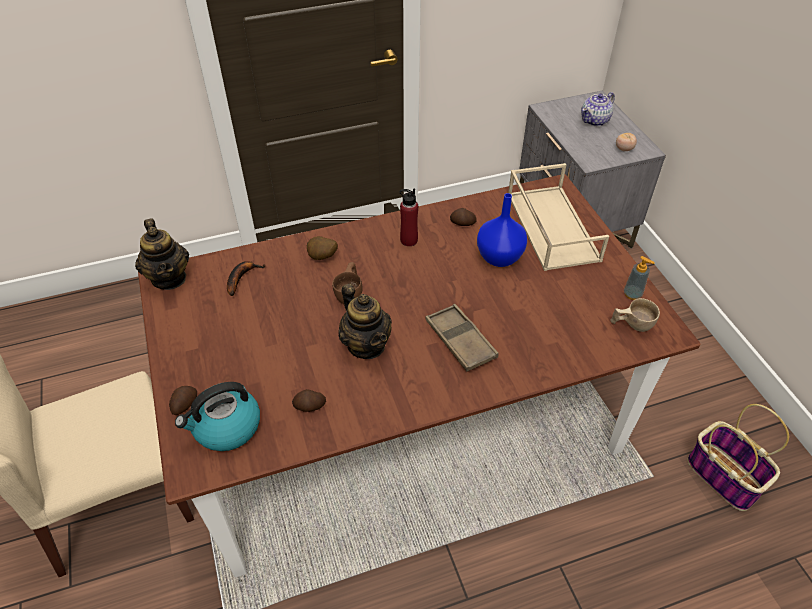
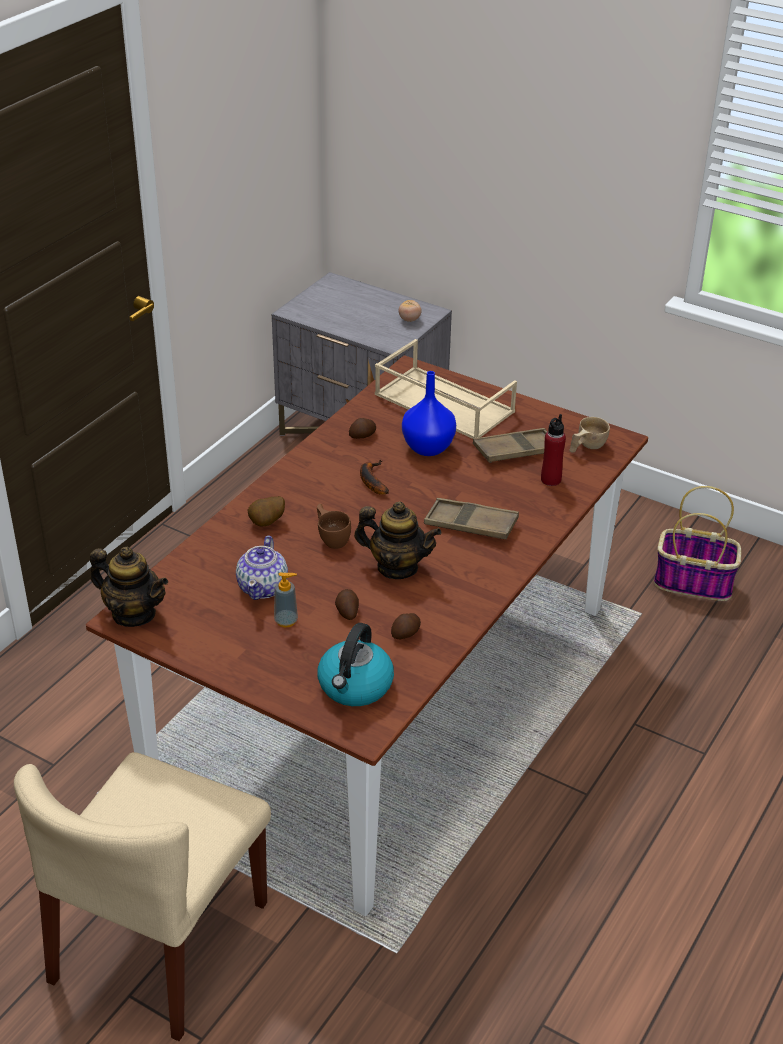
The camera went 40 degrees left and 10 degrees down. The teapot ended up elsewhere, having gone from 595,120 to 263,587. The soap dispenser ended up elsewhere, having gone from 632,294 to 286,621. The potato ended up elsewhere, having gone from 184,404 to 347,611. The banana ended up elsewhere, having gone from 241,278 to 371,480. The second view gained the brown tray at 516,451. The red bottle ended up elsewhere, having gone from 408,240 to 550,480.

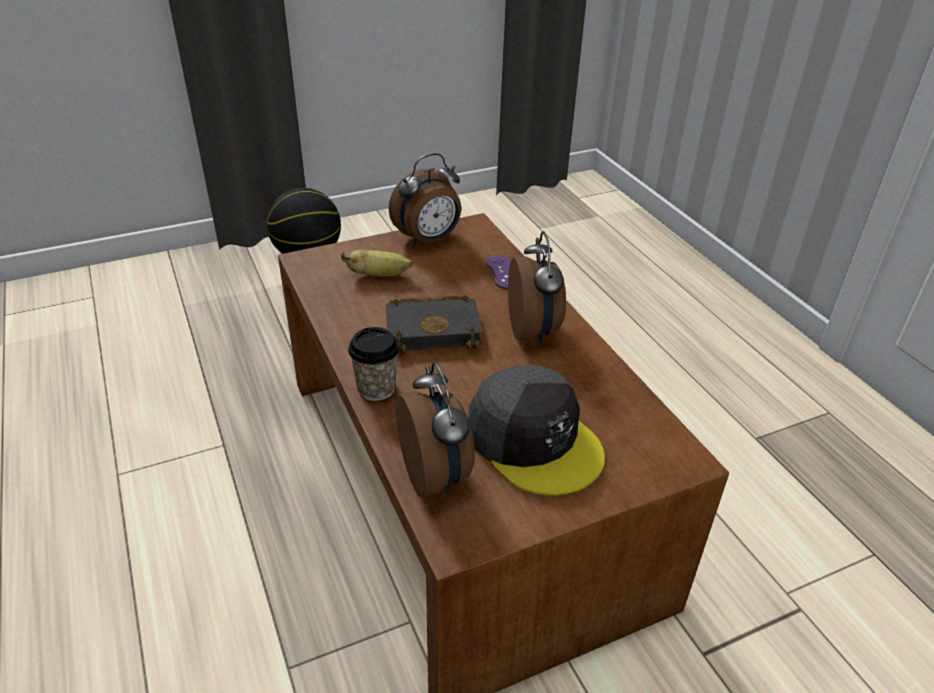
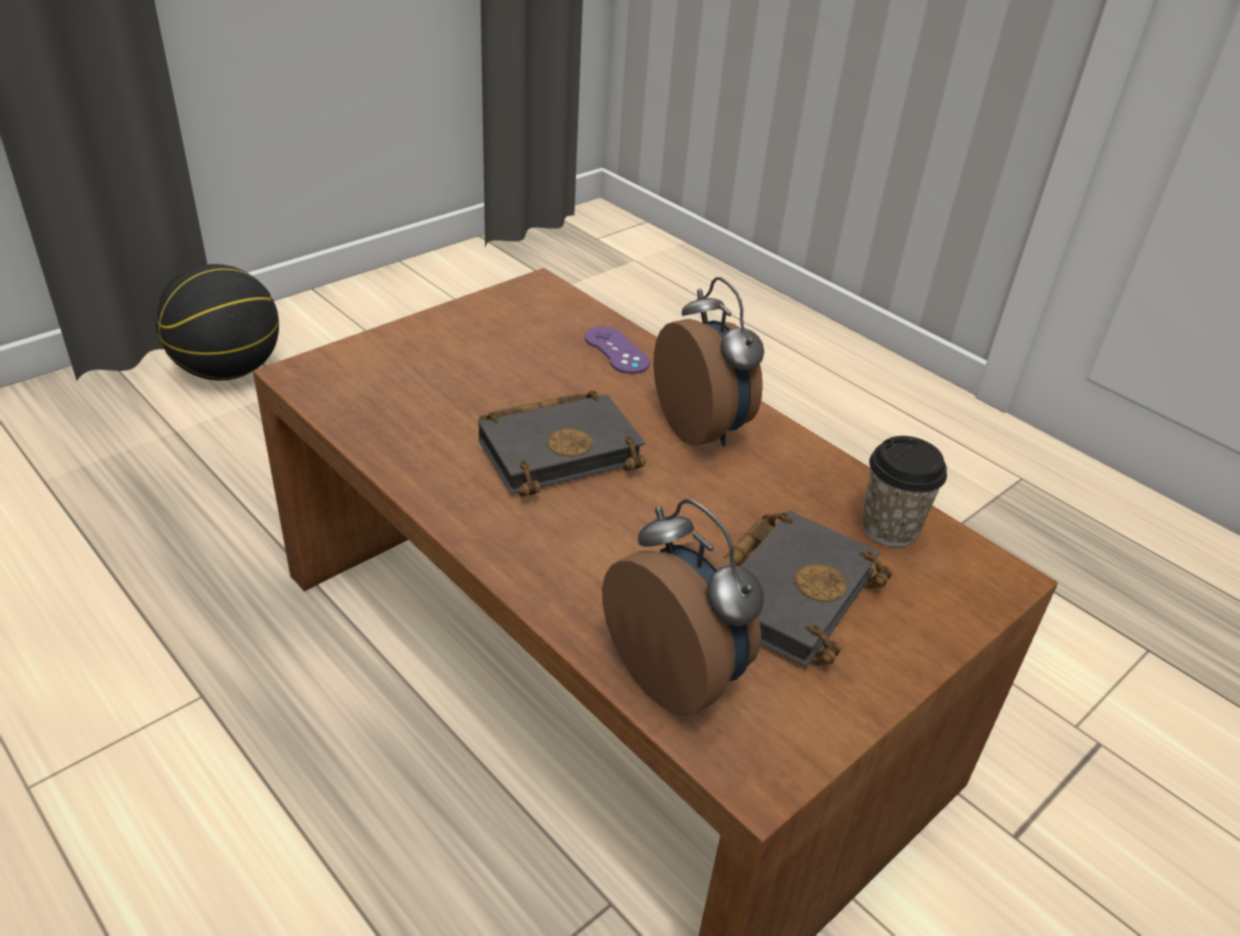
The camera went 20 degrees left and 0 degrees up. Where the grey cap stood at 534,440, the black book came to stand at 788,590. The cup ended up elsewhere, having gone from 376,388 to 889,528. The second view lost the banana at 379,275. The second view lost the alarm clock at 428,240.

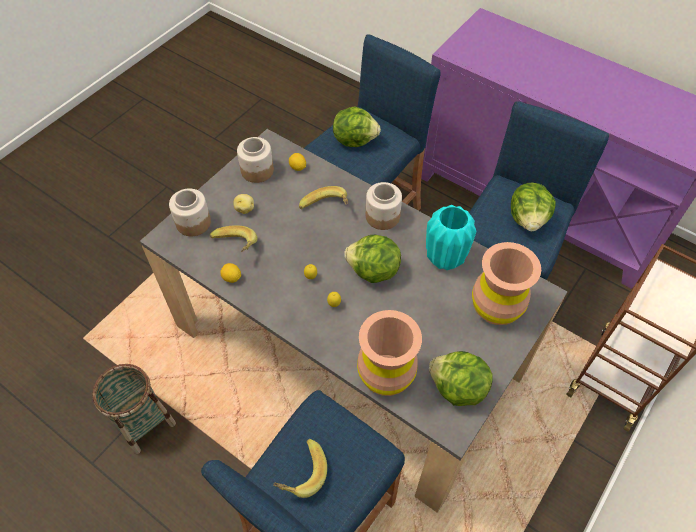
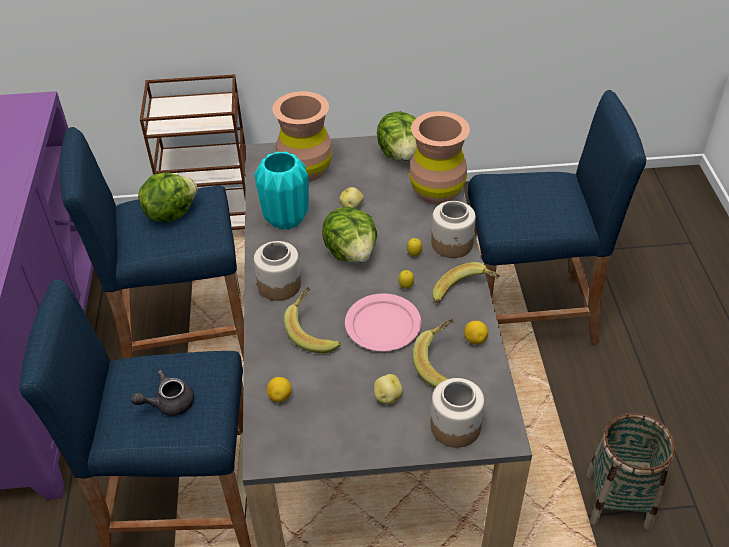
The camera went 130 degrees left and 10 degrees down. Where the lettuce stood at 354,139, the grey teapot came to stand at 168,403. The second view gained the potato at 352,206. The second view gained the pink plate at 383,325. The jar ended up elsewhere, having gone from 256,170 to 452,244. The banana ended up elsewhere, having gone from 300,473 to 465,294.

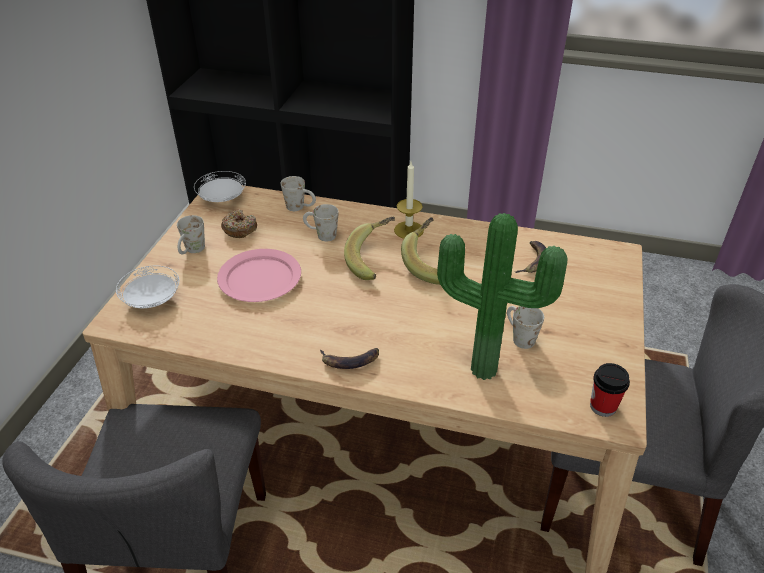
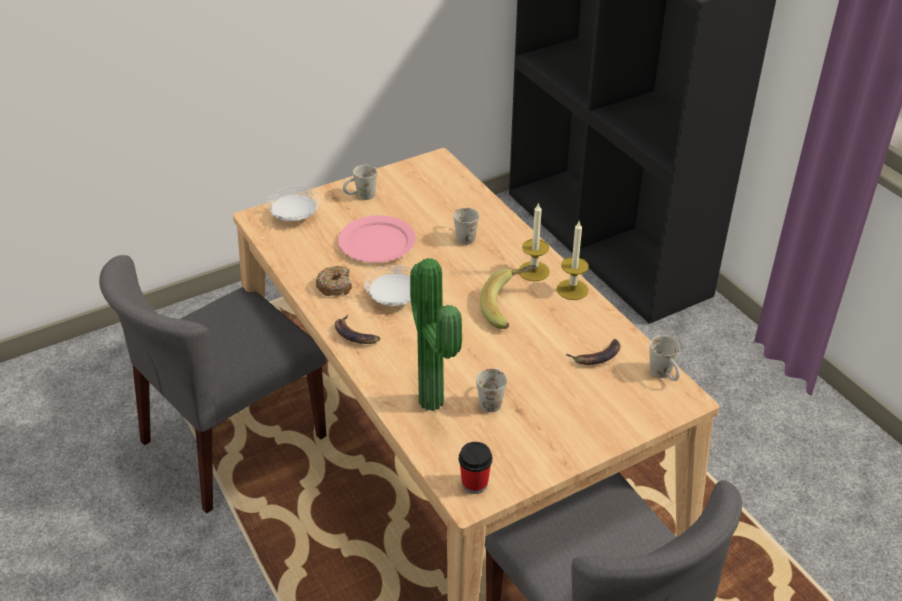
The camera went 45 degrees right and 0 degrees up. The donut ended up elsewhere, having gone from 239,229 to 335,286. The white plate ended up elsewhere, having gone from 222,199 to 394,298. The second view gained the candle at 572,289. The white mug ended up elsewhere, having gone from 300,207 to 664,375. The second view lost the banana at 374,260.

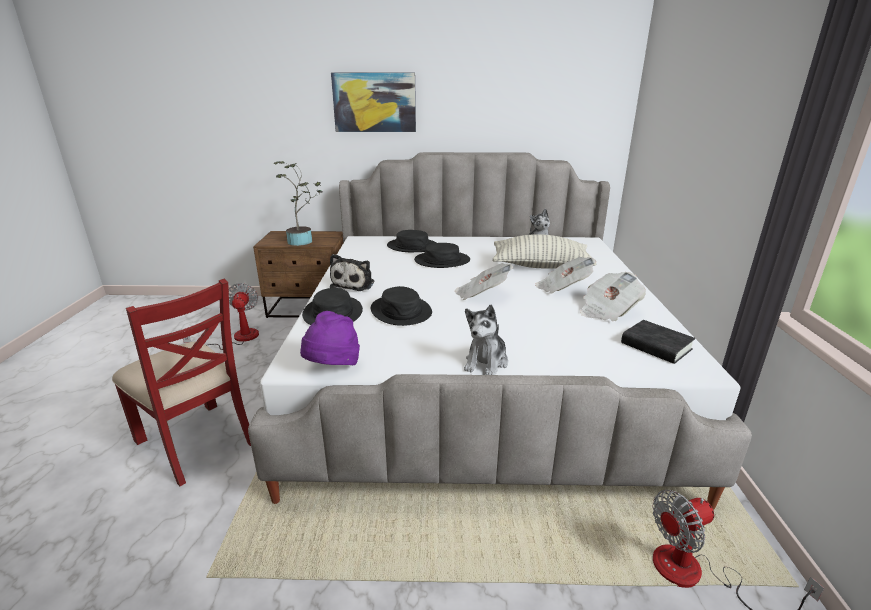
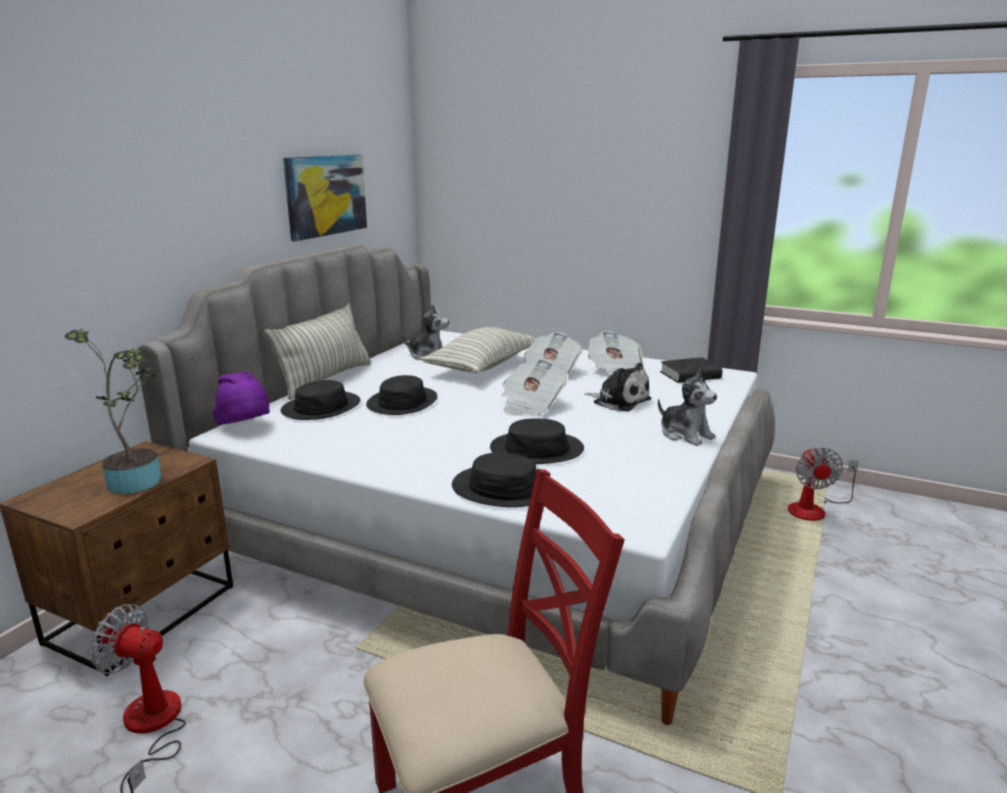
The camera went 65 degrees left and 5 degrees down. The purple hat ended up elsewhere, having gone from 332,367 to 246,427. The second view gained the pillow at 325,379. The picture ended up elsewhere, having gone from 374,102 to 326,195. The plush toy ended up elsewhere, having gone from 354,284 to 619,401.

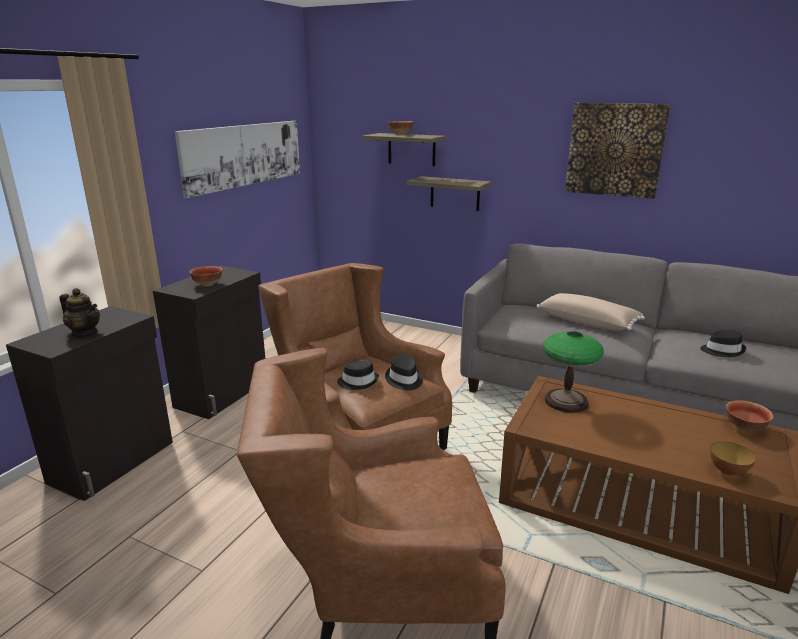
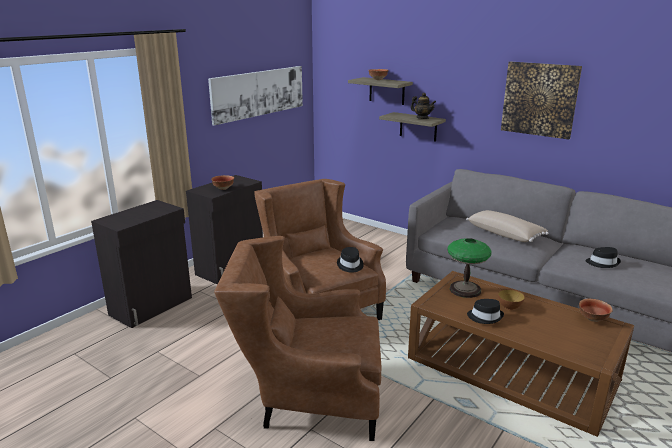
The camera went 10 degrees right and 0 degrees up. The teapot ended up elsewhere, having gone from 85,333 to 422,118. The black hat ended up elsewhere, having gone from 358,382 to 485,316. The bowl ended up elsewhere, having gone from 727,471 to 509,308.

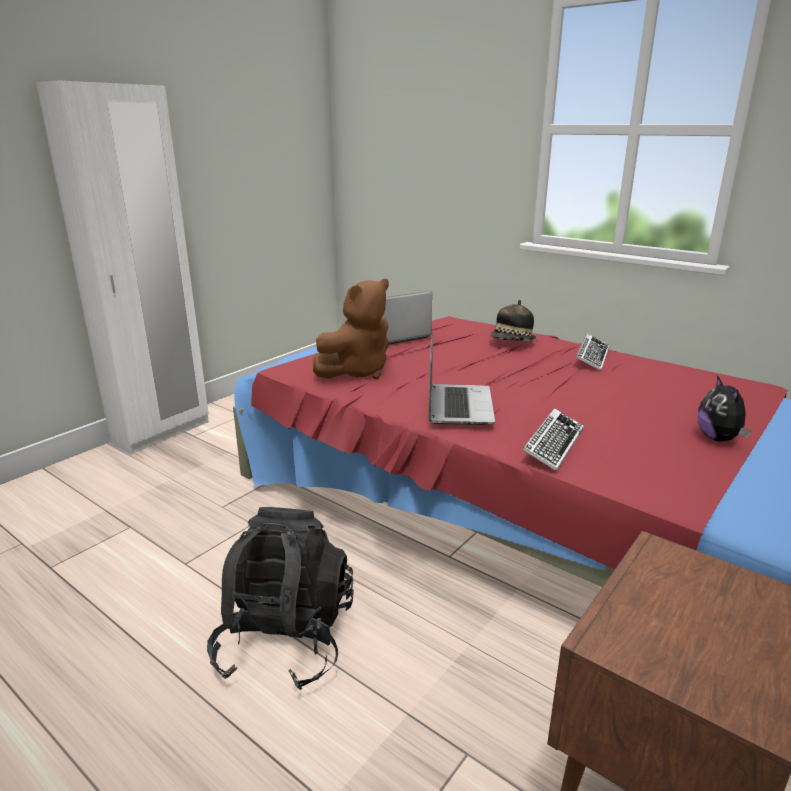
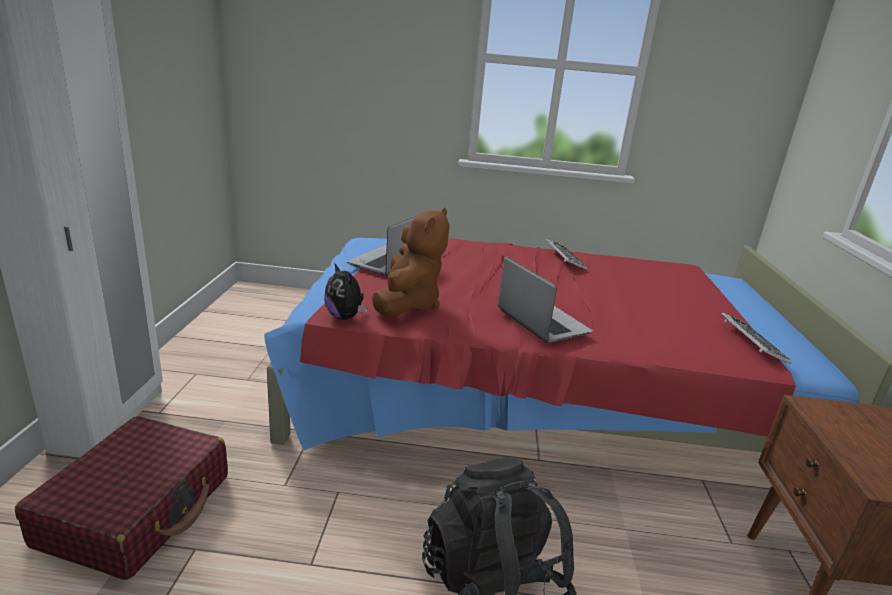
The camera went 35 degrees left and 0 degrees up. The second view gained the red suitcase at 137,509. The plush toy ended up elsewhere, having gone from 719,438 to 345,317. The keyboard ended up elsewhere, having gone from 553,444 to 751,342. The second view lost the hat at 512,342.

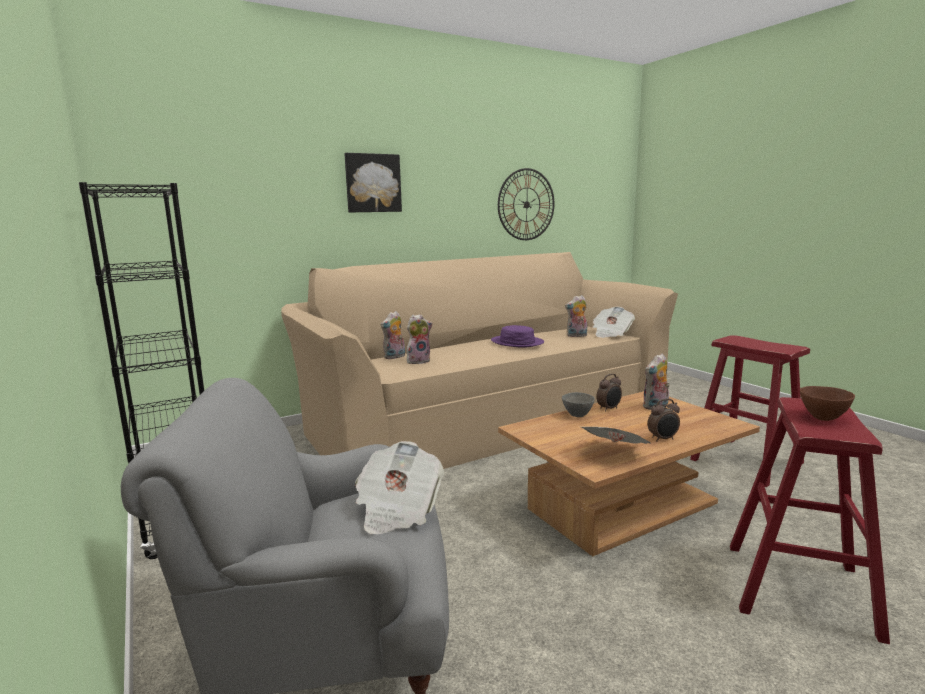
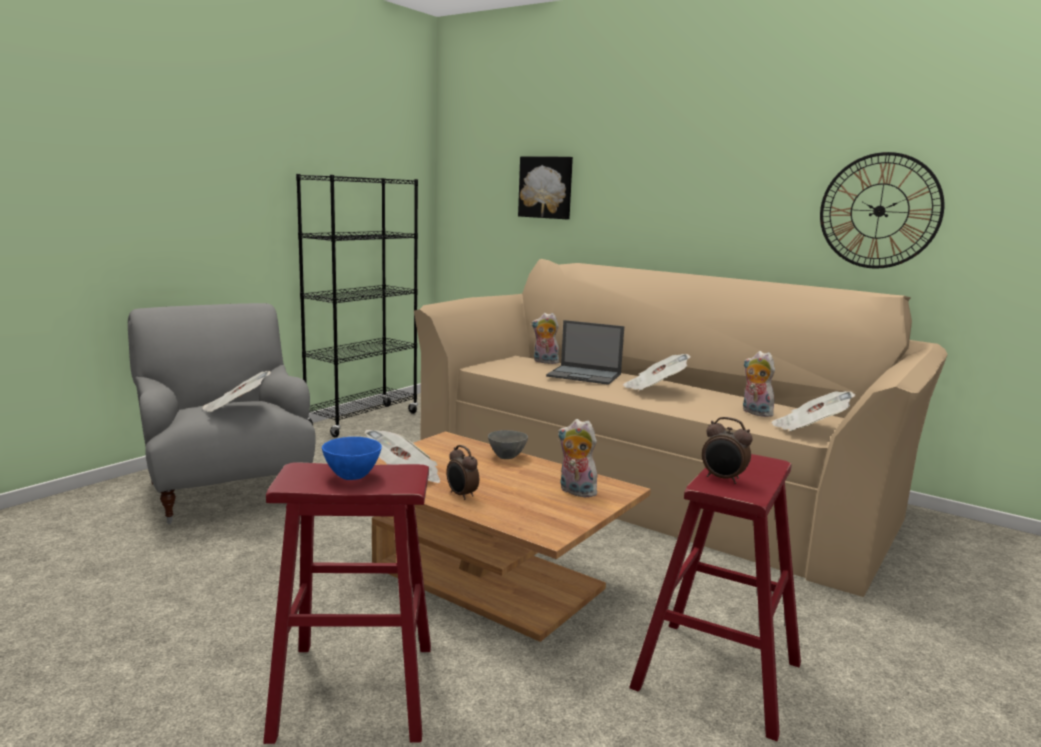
The camera went 65 degrees right and 0 degrees up. What was the brown bowl at 823,417 turned into the blue bowl at 353,477. The picture ended up elsewhere, having gone from 372,183 to 546,187. The second view gained the laptop at 585,375. Where the purple hat stood at 517,342, the newspaper came to stand at 654,388. The alarm clock ended up elsewhere, having gone from 609,409 to 723,479. The second view lost the plush toy at 418,361.

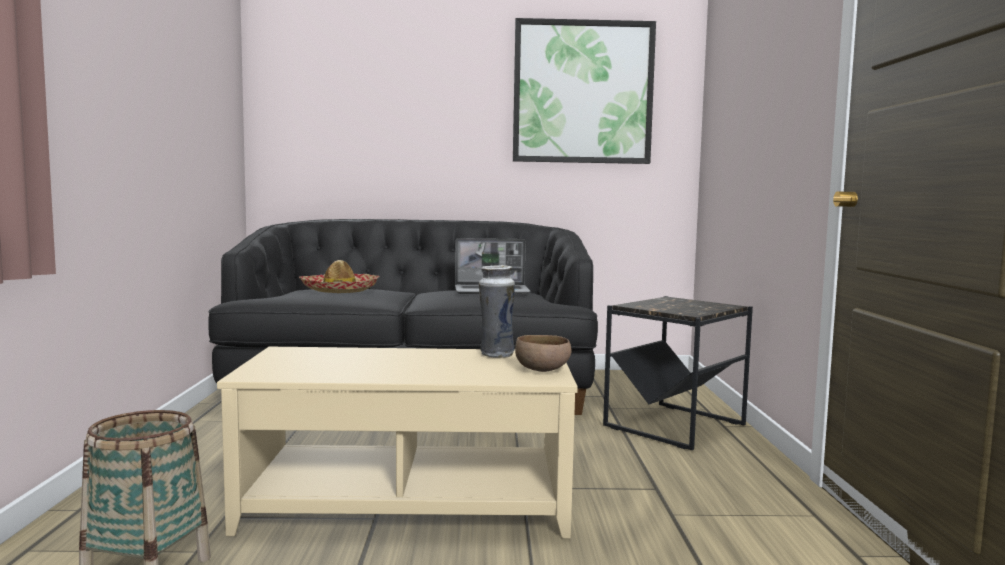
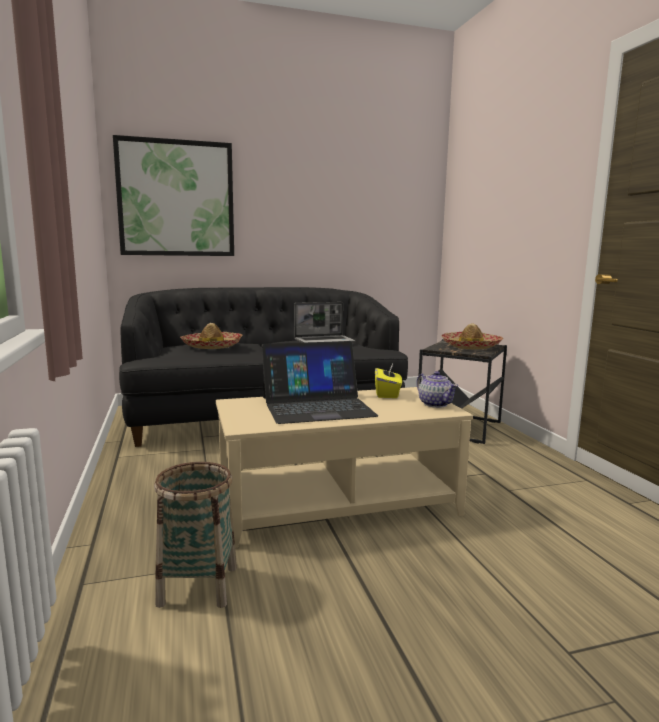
The camera went 15 degrees left and 5 degrees up. The picture ended up elsewhere, having gone from 582,92 to 176,199. The second view gained the laptop at 317,406. Where the vase stood at 496,355, the yellow tissue box came to stand at 387,394. Where the brown bowl stood at 543,370, the teapot came to stand at 435,404. The second view gained the hat at 471,346.

